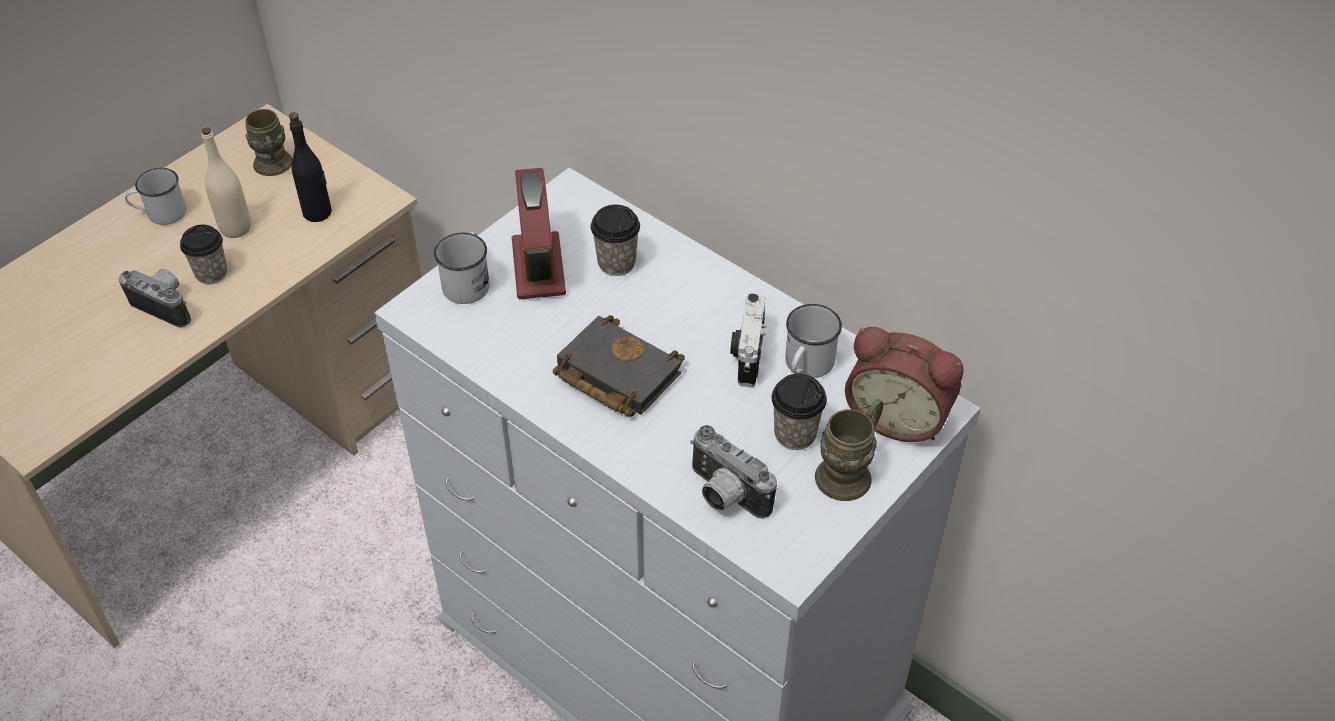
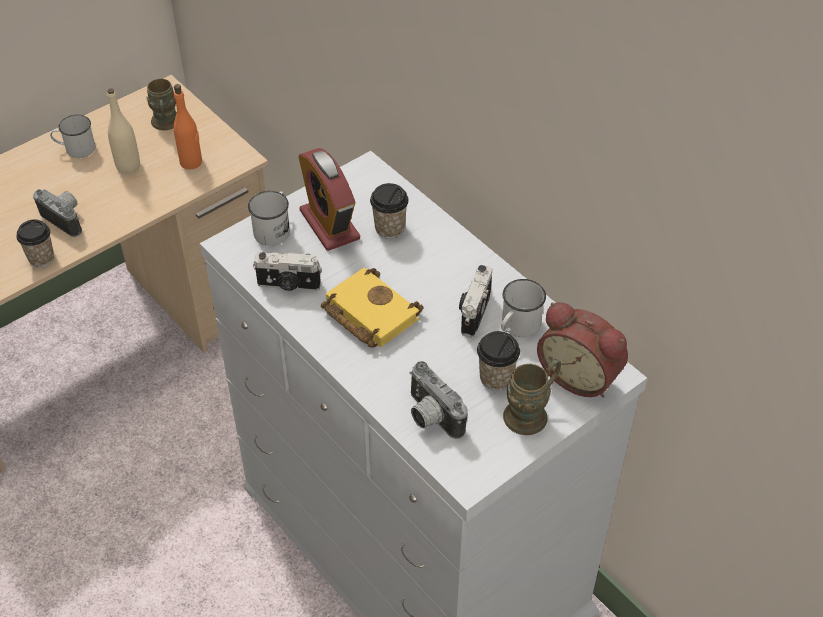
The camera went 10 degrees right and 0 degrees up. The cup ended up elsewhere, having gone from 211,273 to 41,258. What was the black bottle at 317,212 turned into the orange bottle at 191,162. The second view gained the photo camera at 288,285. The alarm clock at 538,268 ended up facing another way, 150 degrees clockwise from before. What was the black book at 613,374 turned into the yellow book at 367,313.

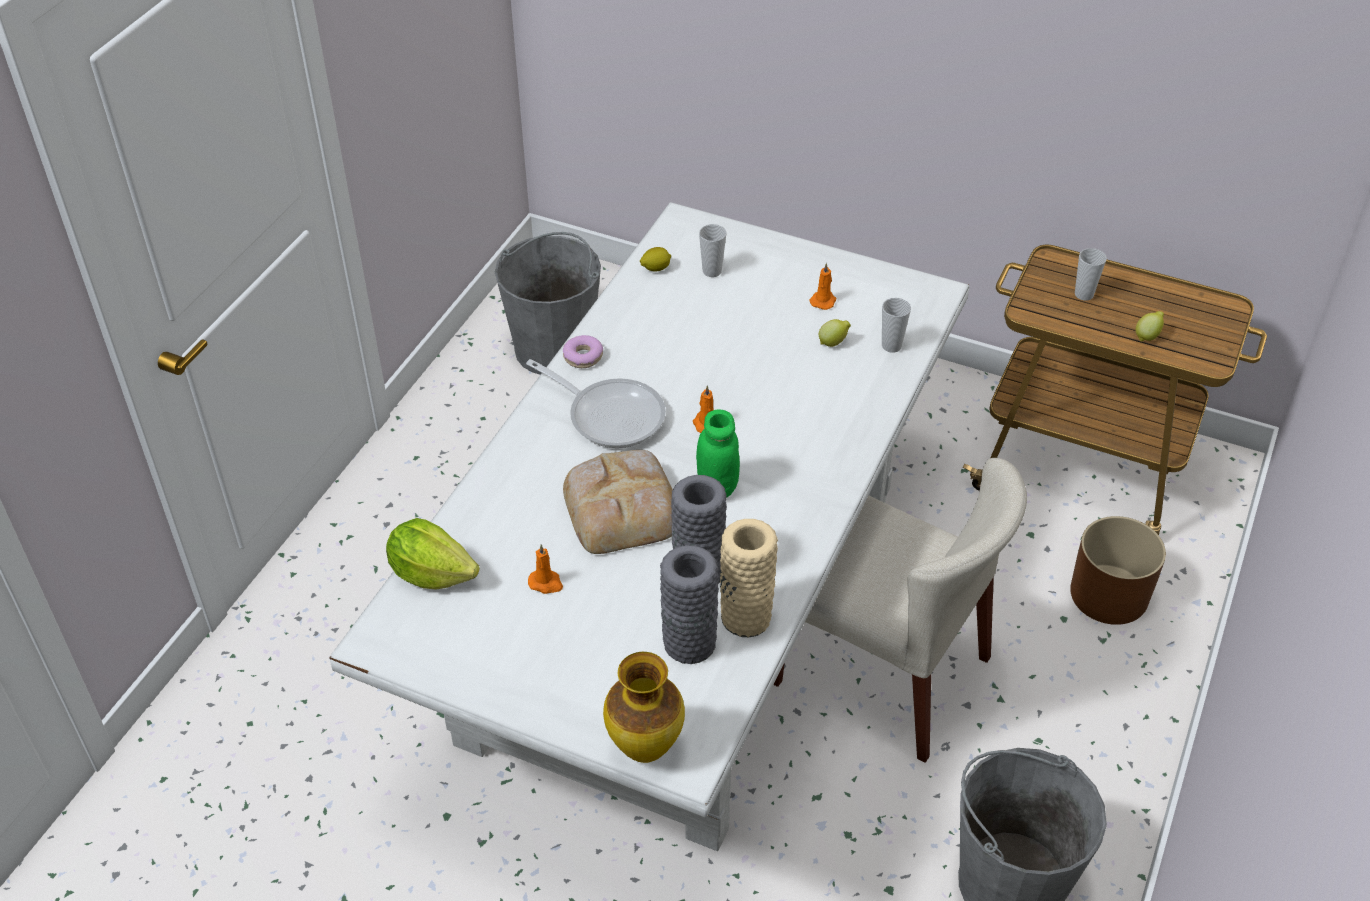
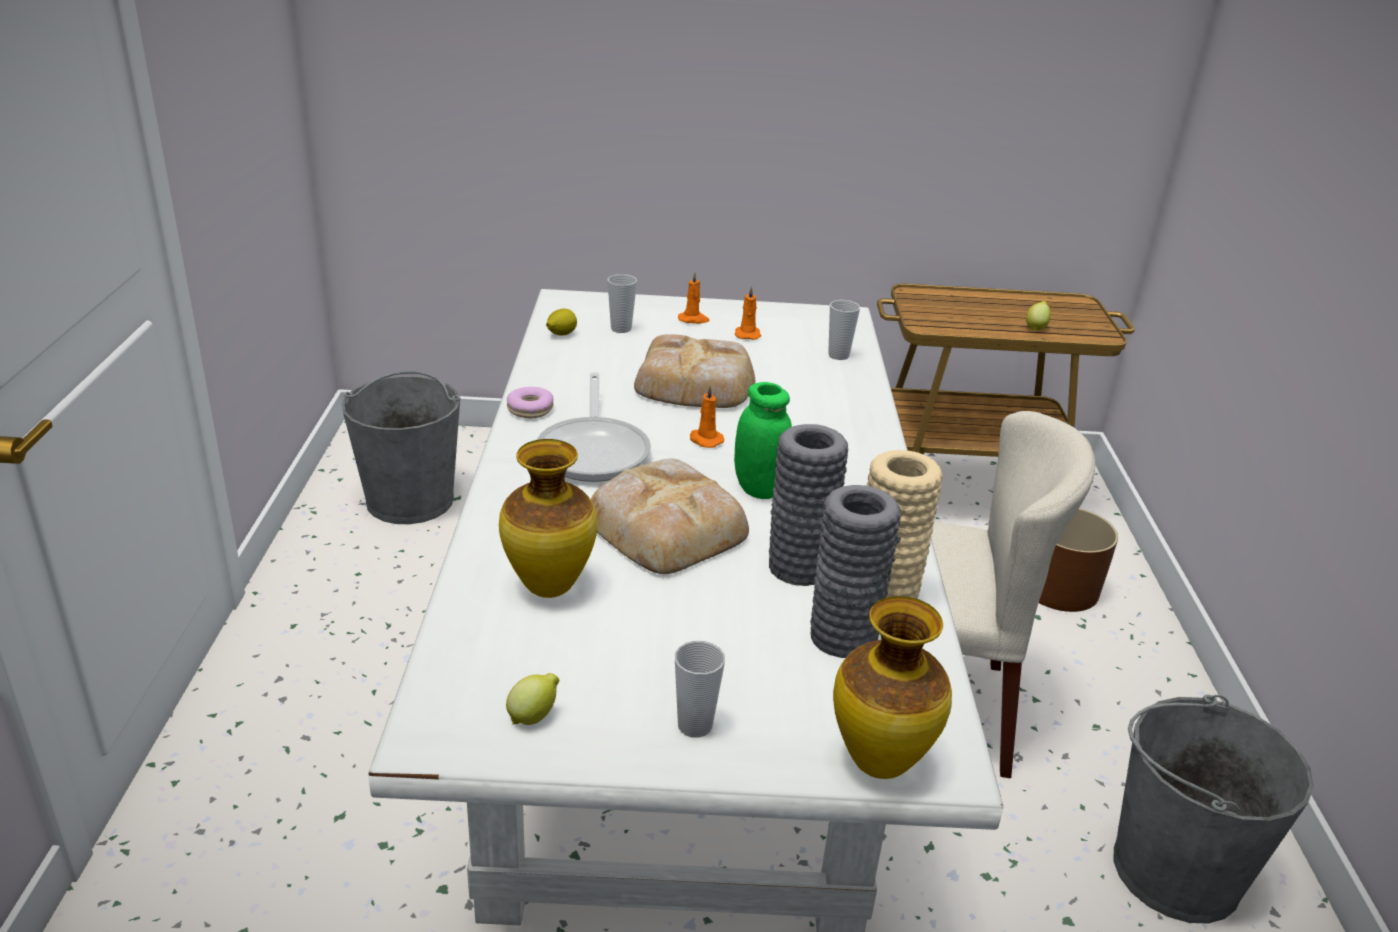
The camera went 25 degrees left and 15 degrees down. The second view gained the vase at 549,588. The lemon ended up elsewhere, having gone from 833,343 to 534,716. The frying pan at 610,415 ended up facing another way, 75 degrees clockwise from before. The second view gained the bread at 696,384. The cup ended up elsewhere, having gone from 1084,294 to 695,725. The orange candle ended up elsewhere, having gone from 546,583 to 693,319. The second view lost the lettuce at 432,573.

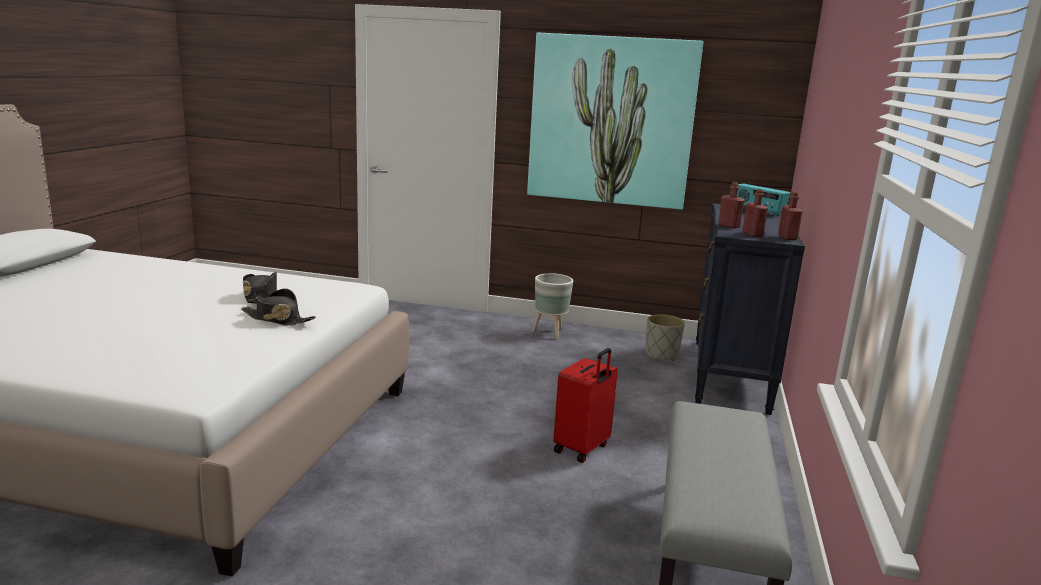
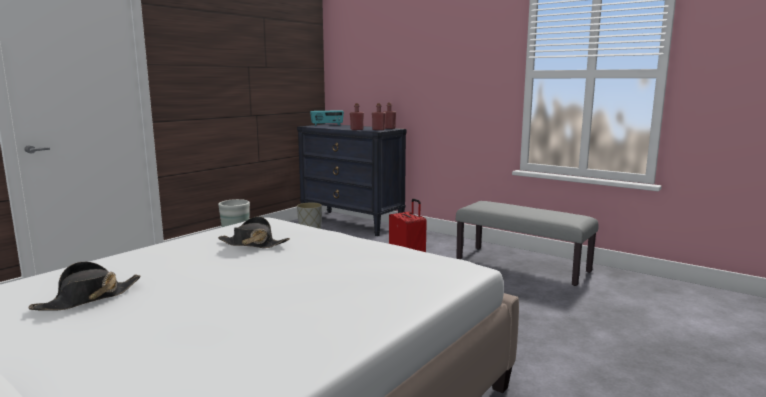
The camera went 65 degrees left and 5 degrees down. The black hat ended up elsewhere, having gone from 277,319 to 88,298. The second view lost the picture at 611,121.

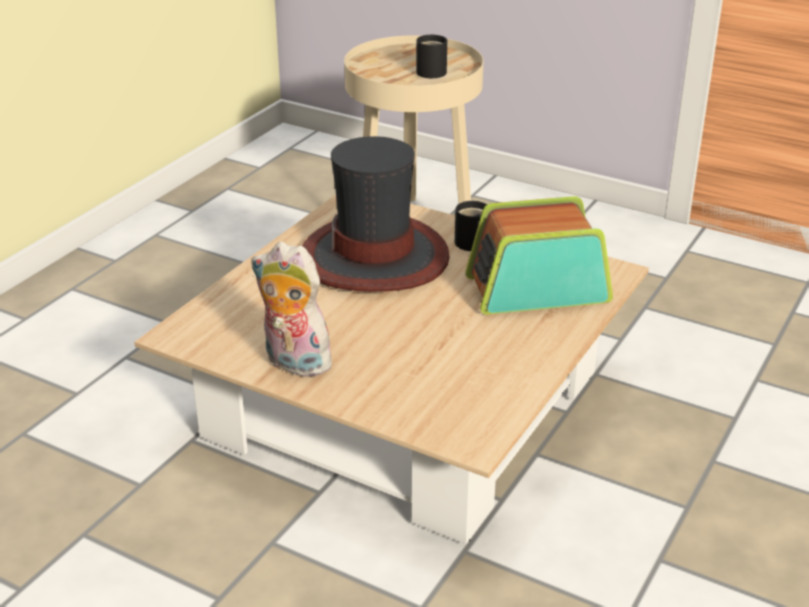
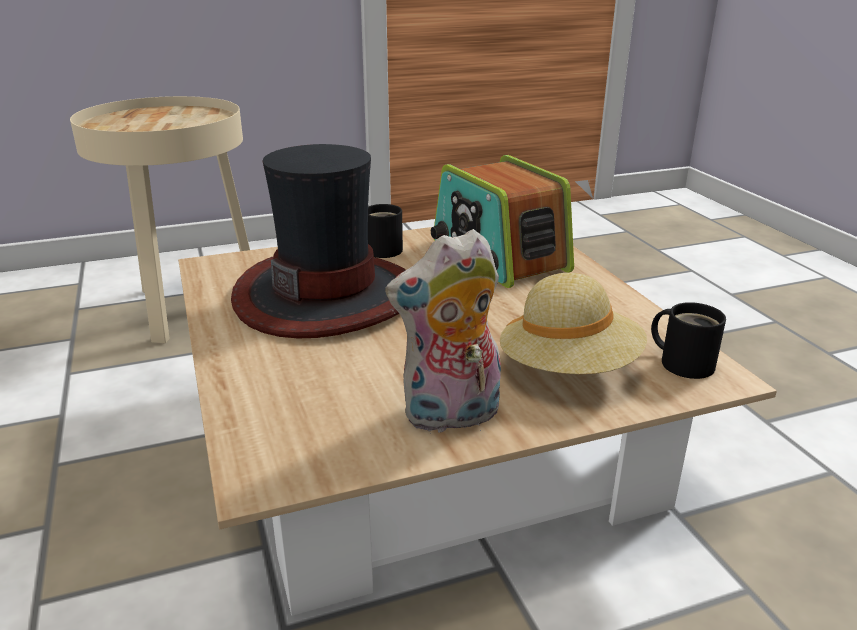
The camera went 50 degrees left and 5 degrees down. The radio at 536,288 ended up facing another way, 60 degrees counterclockwise from before. The second view gained the beige hat at 569,369. The black mug ended up elsewhere, having gone from 432,71 to 683,362.

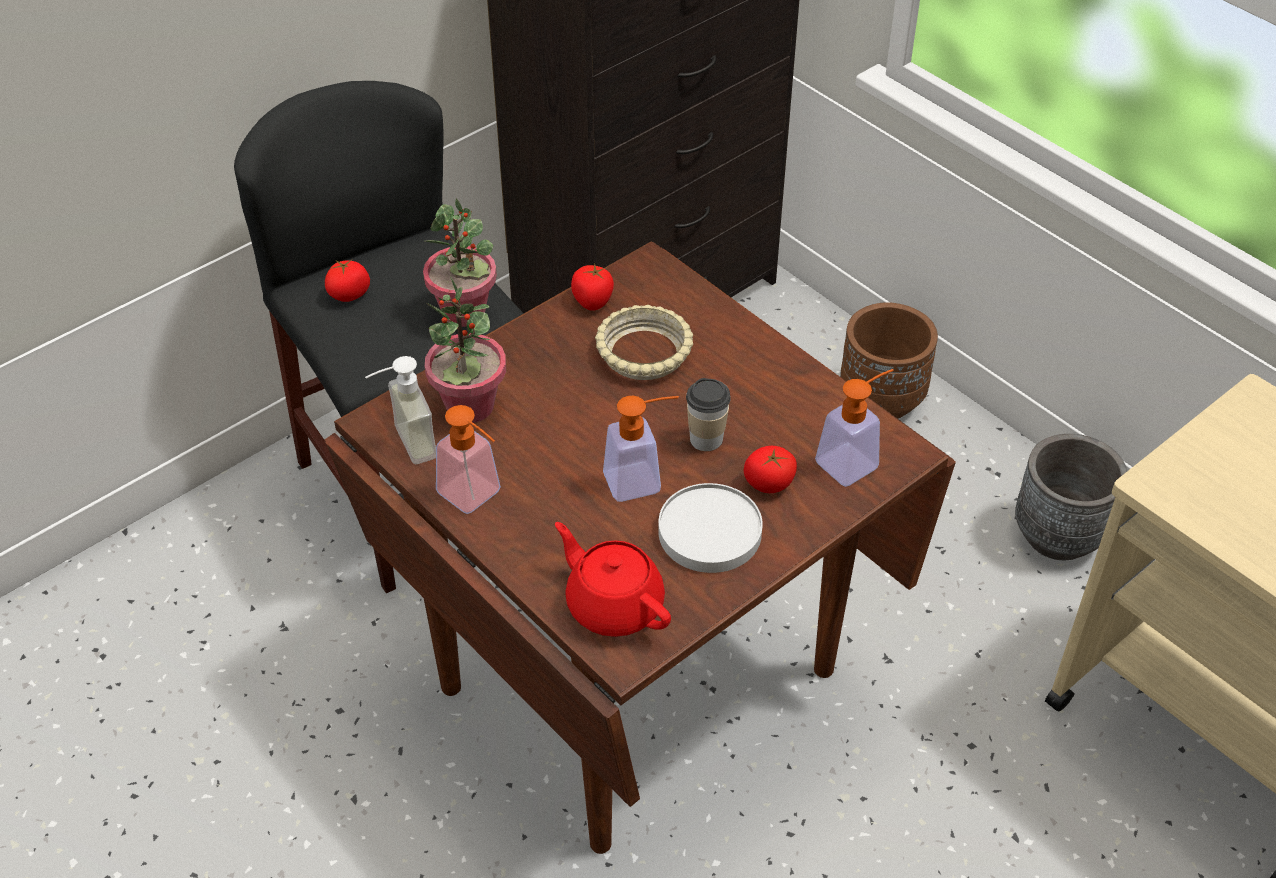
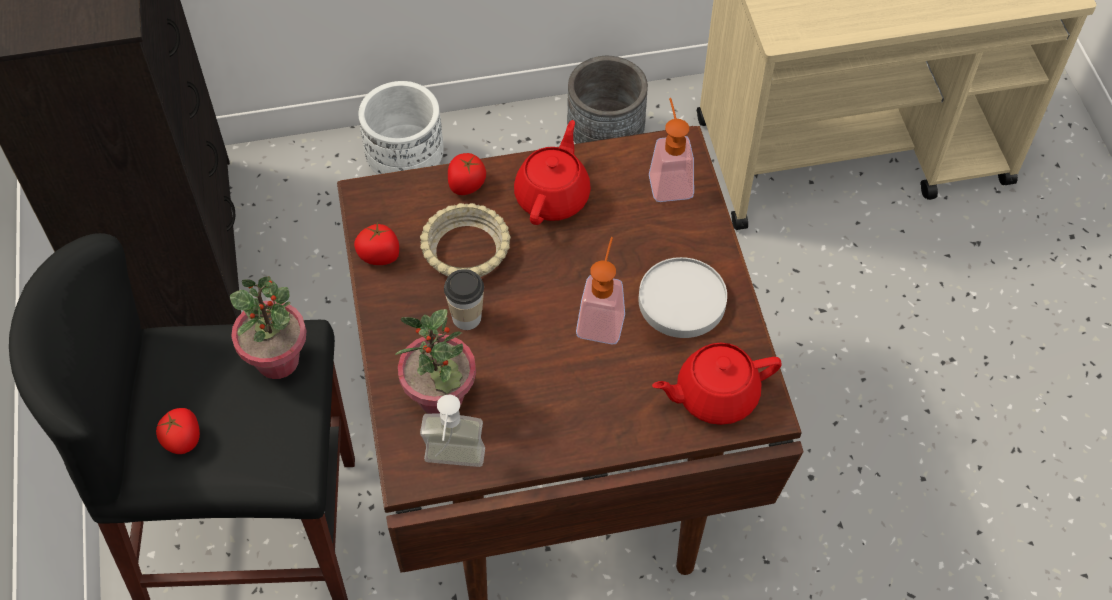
The camera went 60 degrees left and 10 degrees up. What was the brown planter at 881,399 turned into the white planter at 406,164. The cup ended up elsewhere, having gone from 706,439 to 466,317. The tomato ended up elsewhere, having gone from 768,483 to 466,185. The second view gained the red teapot at 553,196. The second view lost the soap dispenser at 476,498.

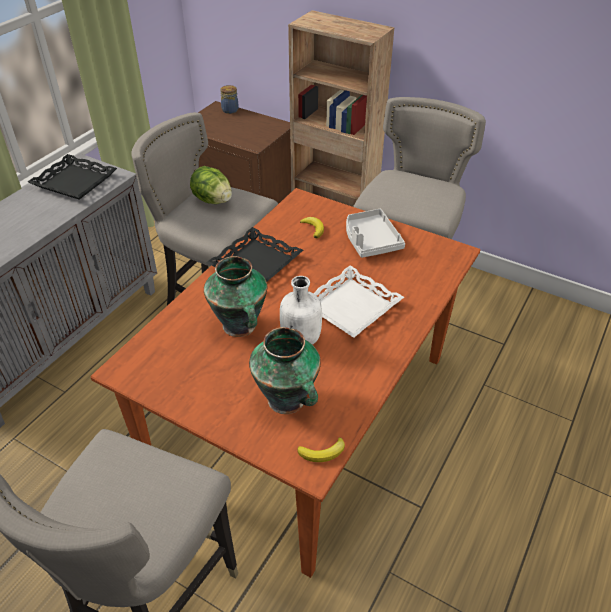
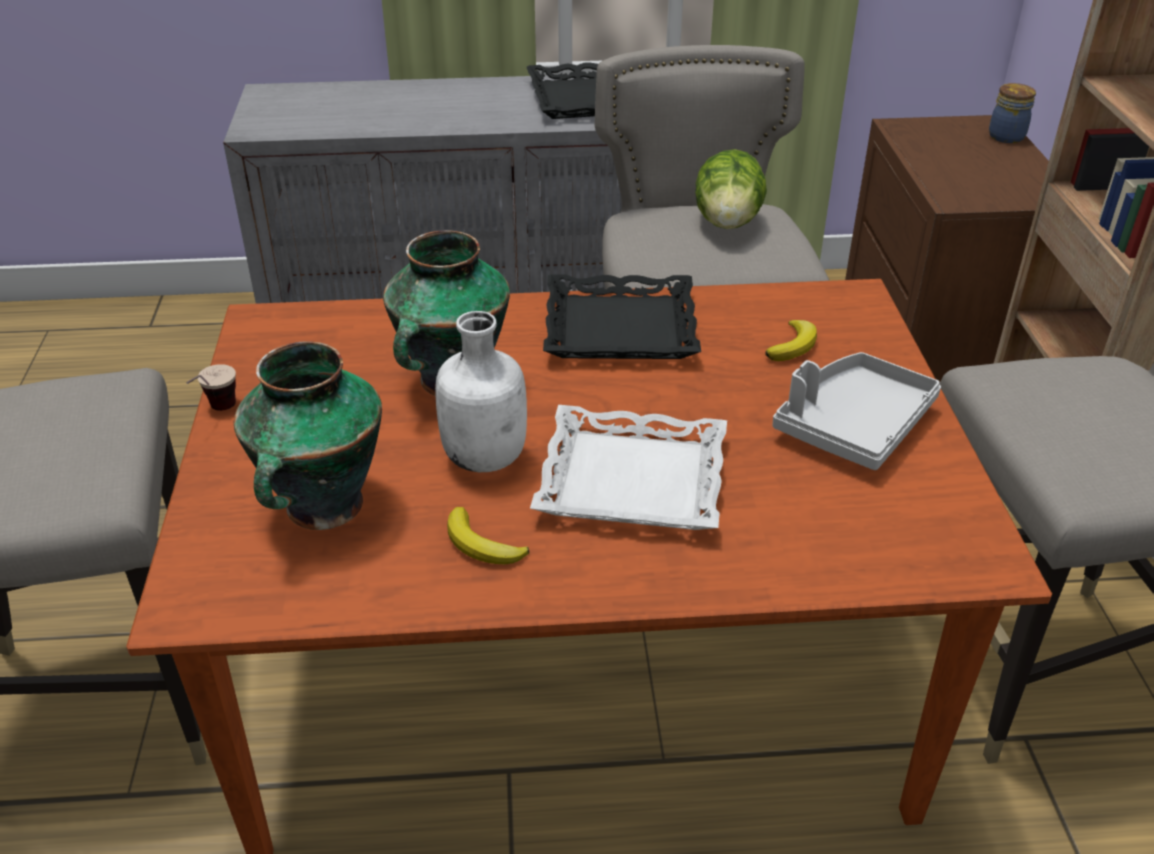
The camera went 55 degrees right and 5 degrees down. The second view gained the cup at 216,413. The banana ended up elsewhere, having gone from 323,452 to 482,545.

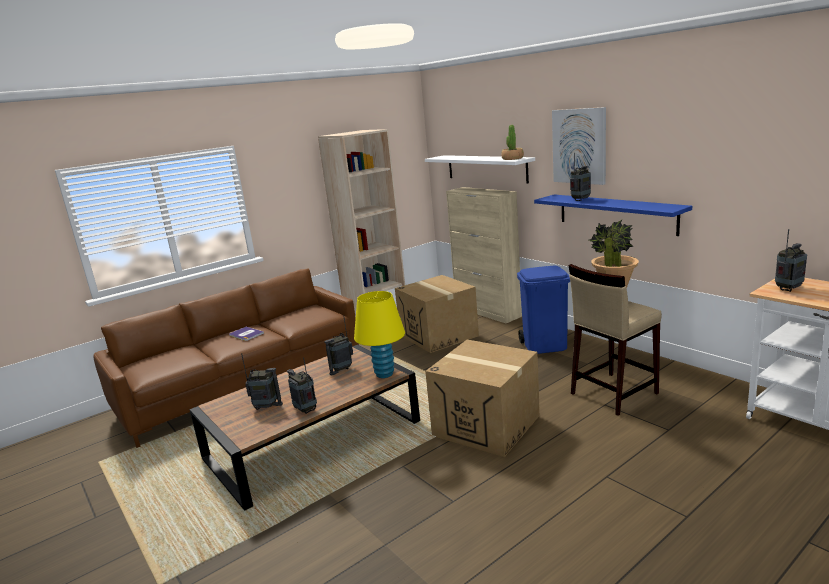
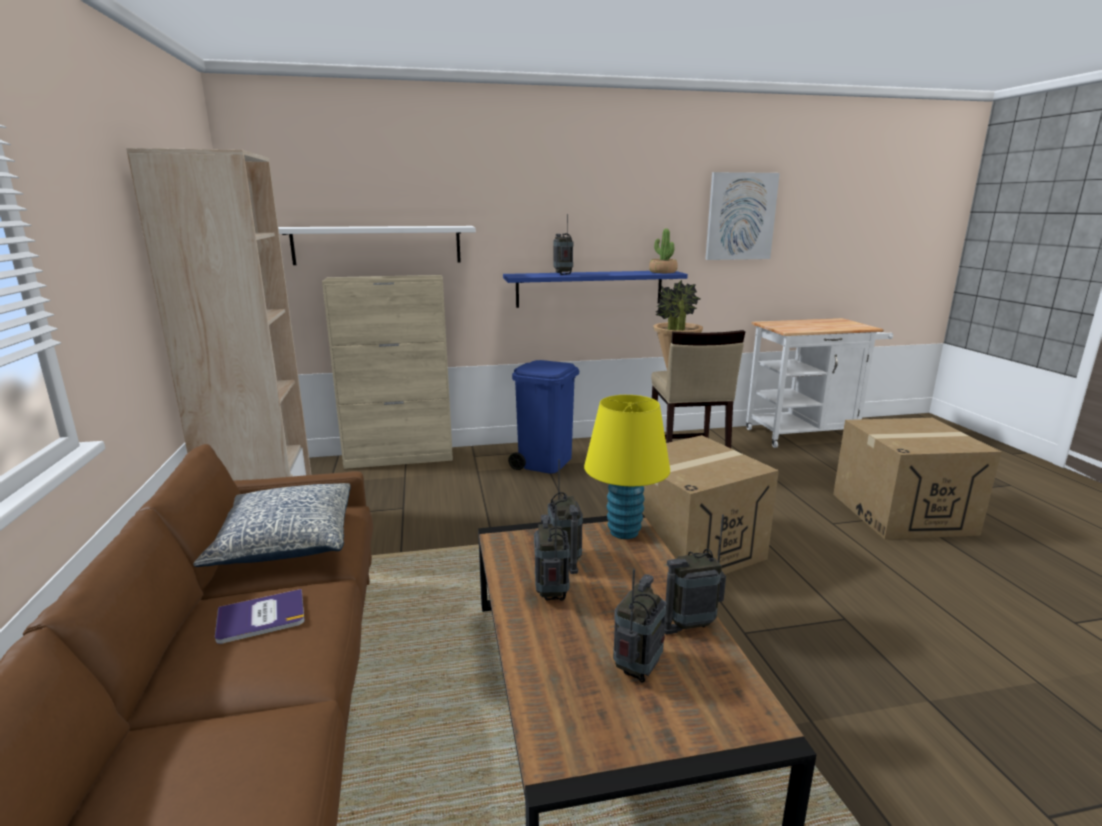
The camera went 65 degrees left and 0 degrees up. The second view gained the pillow at 285,540. The radio ended up elsewhere, having gone from 788,289 to 551,594. The potted plant ended up elsewhere, having gone from 512,158 to 662,272. The picture ended up elsewhere, having gone from 579,146 to 740,216. The cardboard box ended up elsewhere, having gone from 439,335 to 902,513.

